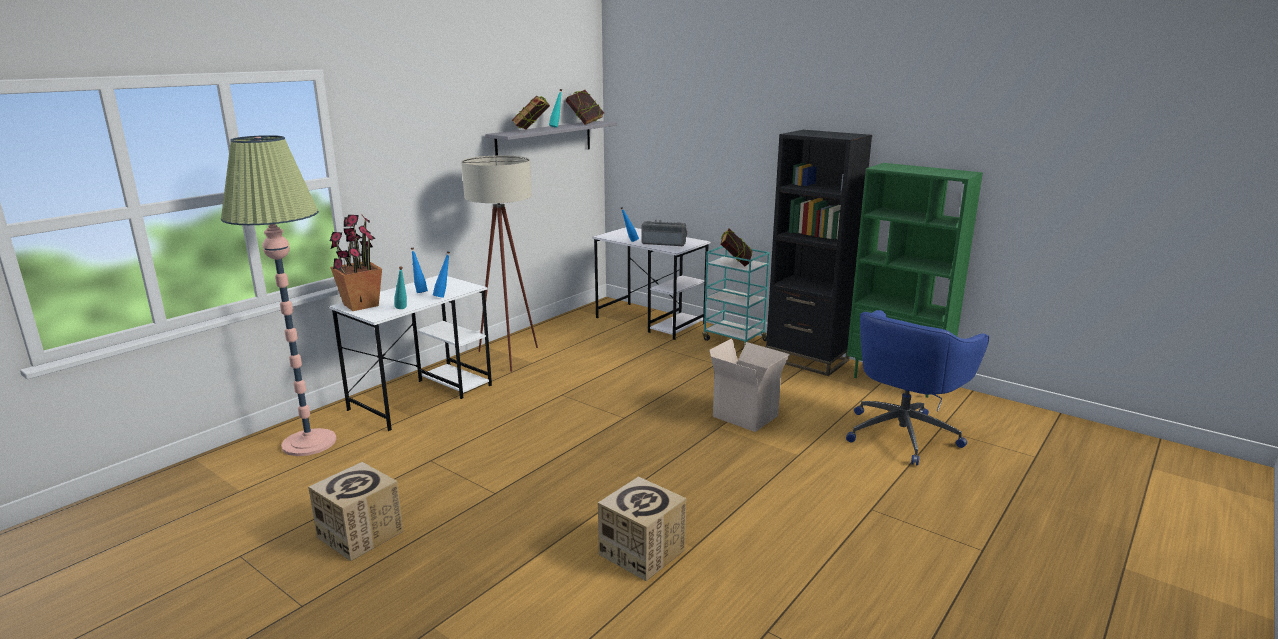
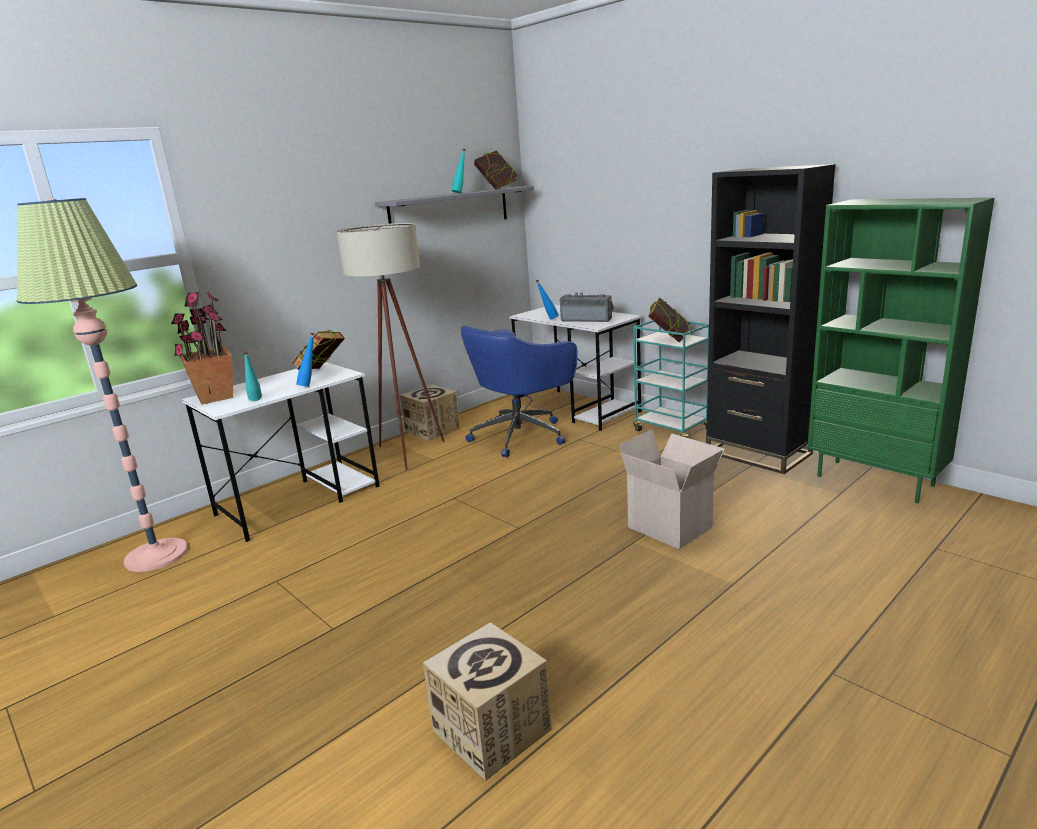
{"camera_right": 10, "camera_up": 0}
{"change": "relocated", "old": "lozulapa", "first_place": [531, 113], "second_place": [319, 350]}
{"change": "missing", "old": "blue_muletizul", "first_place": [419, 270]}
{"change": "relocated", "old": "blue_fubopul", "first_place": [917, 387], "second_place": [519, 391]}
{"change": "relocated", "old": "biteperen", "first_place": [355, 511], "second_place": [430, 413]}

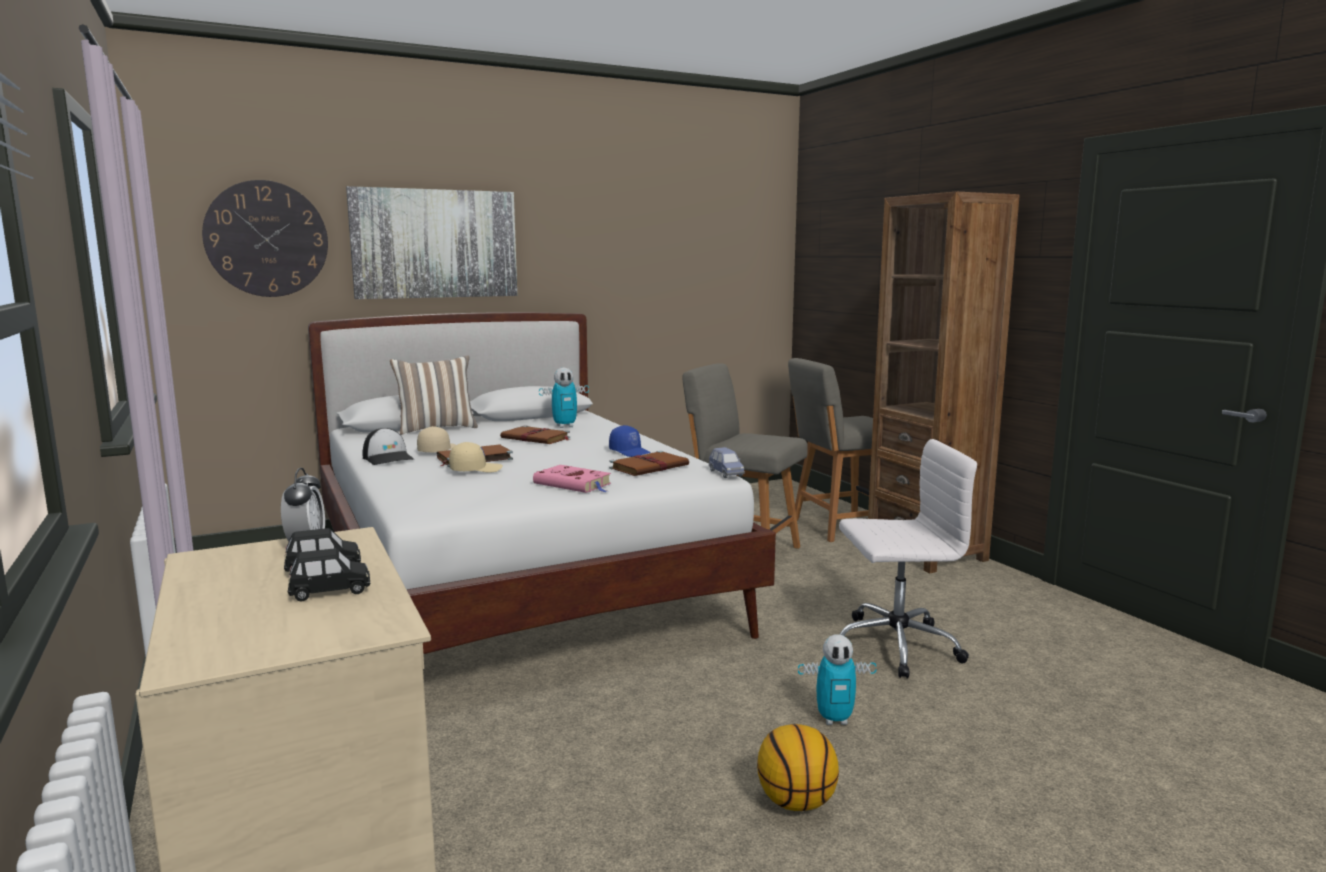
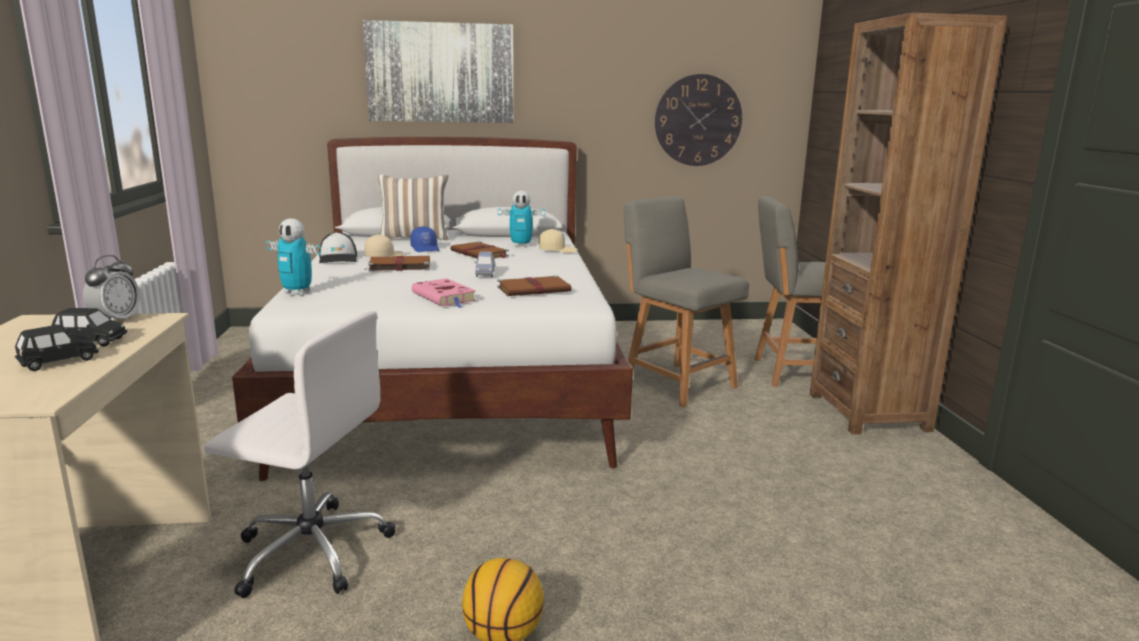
{"camera_right": 20, "camera_up": 5}
{"change": "relocated", "old": "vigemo", "first_place": [265, 238], "second_place": [698, 120]}
{"change": "relocated", "old": "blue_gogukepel", "first_place": [630, 441], "second_place": [425, 239]}
{"change": "relocated", "old": "white_fubopul", "first_place": [908, 559], "second_place": [299, 454]}
{"change": "relocated", "old": "beige_gogukepel", "first_place": [476, 457], "second_place": [558, 241]}
{"change": "relocated", "old": "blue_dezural", "first_place": [727, 462], "second_place": [484, 264]}
{"change": "spun", "old": "black_dezural", "first_place": [329, 574], "second_place": [56, 348], "degrees": -45}
{"change": "relocated", "old": "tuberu", "first_place": [837, 679], "second_place": [293, 256]}

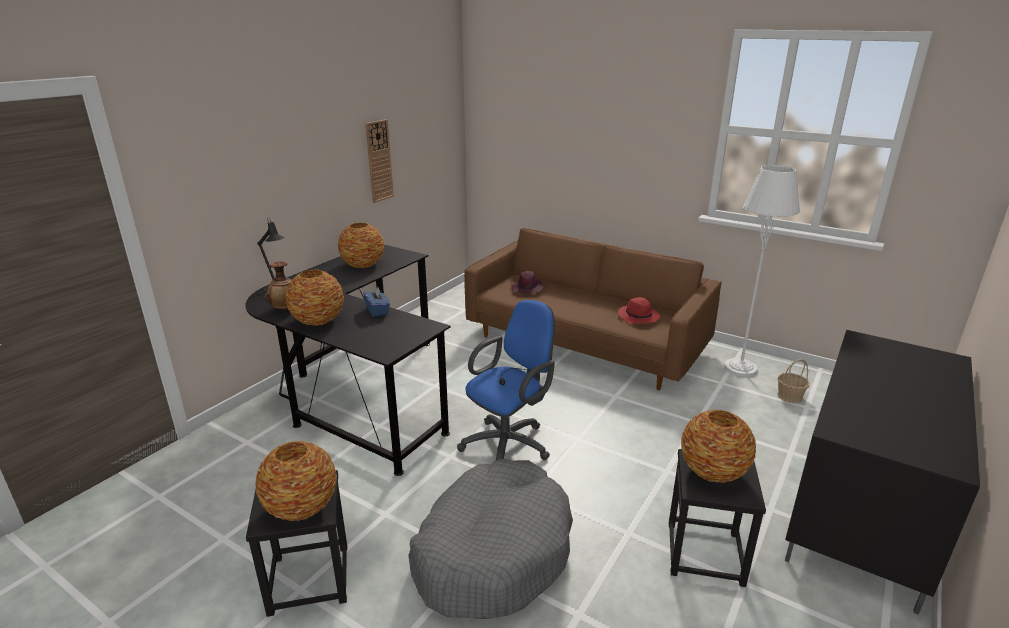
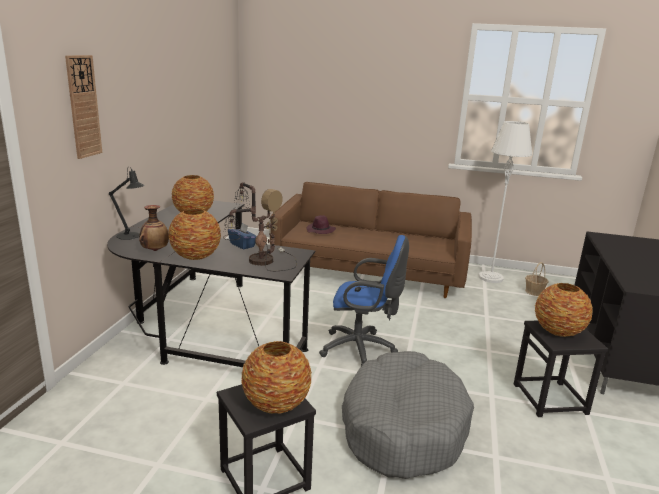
{"camera_right": -20, "camera_up": -5}
{"change": "relocated", "old": "vigemo", "first_place": [379, 161], "second_place": [83, 107]}
{"change": "missing", "old": "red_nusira", "first_place": [639, 310]}
{"change": "spun", "old": "blue_fubopul", "first_place": [506, 380], "second_place": [364, 300], "degrees": 75}
{"change": "appeared", "new": "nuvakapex", "second_place": [260, 226]}

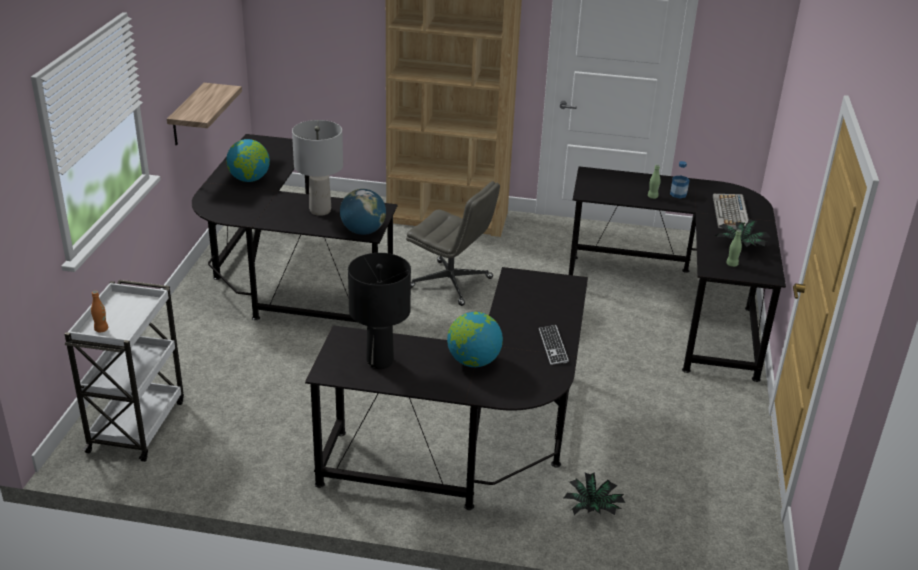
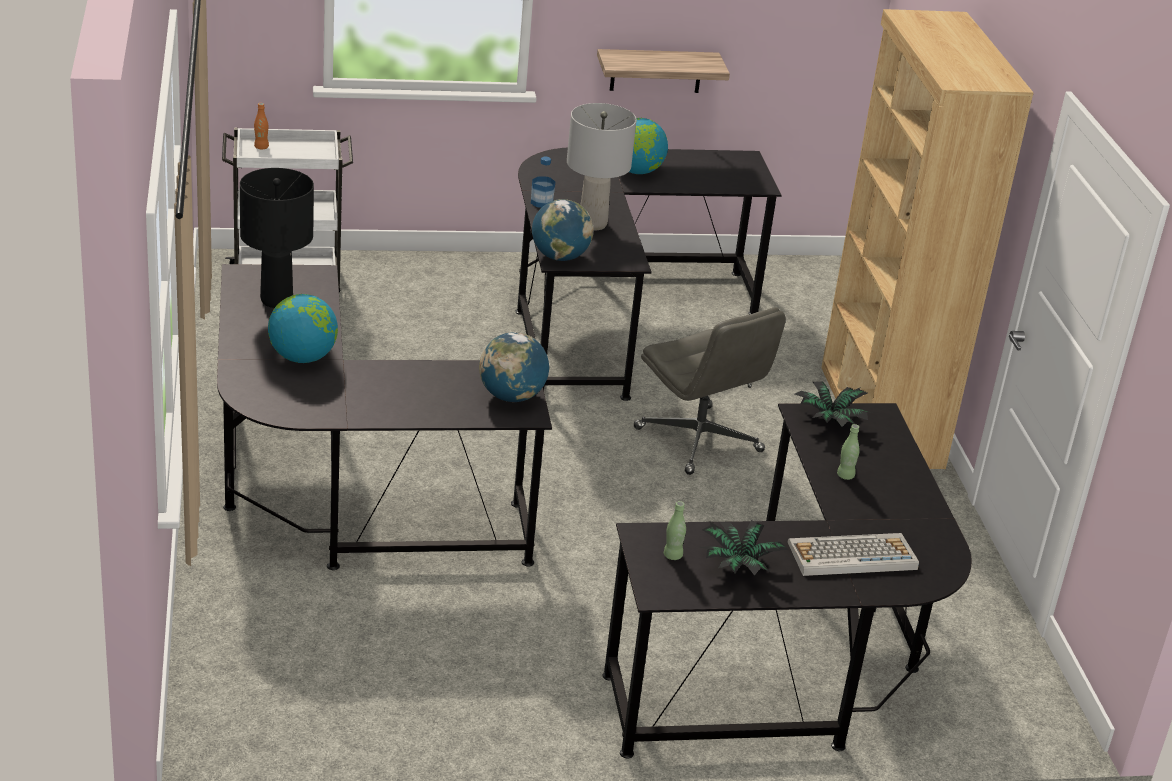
{"camera_right": 70, "camera_up": 0}
{"change": "relocated", "old": "muletizul", "first_place": [680, 179], "second_place": [543, 182]}
{"change": "spun", "old": "grey_fubopul", "first_place": [453, 243], "second_place": [710, 391], "degrees": -45}
{"change": "missing", "old": "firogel", "first_place": [554, 345]}
{"change": "relocated", "old": "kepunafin", "first_place": [595, 493], "second_place": [833, 404]}
{"change": "appeared", "new": "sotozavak", "second_place": [514, 367]}

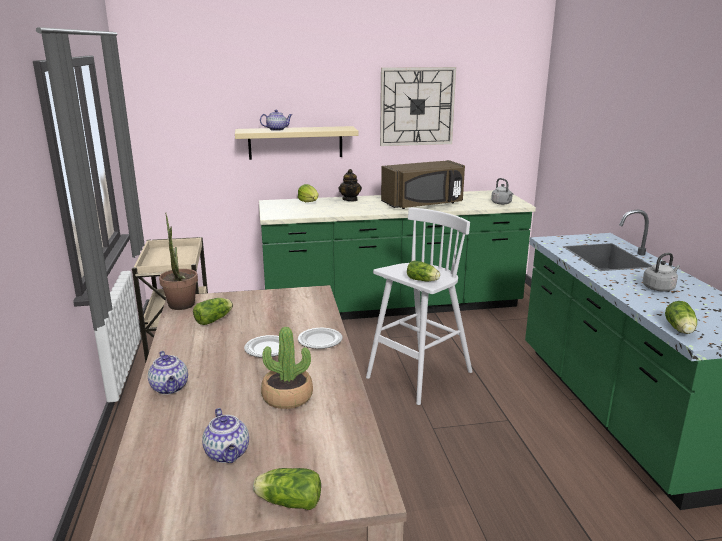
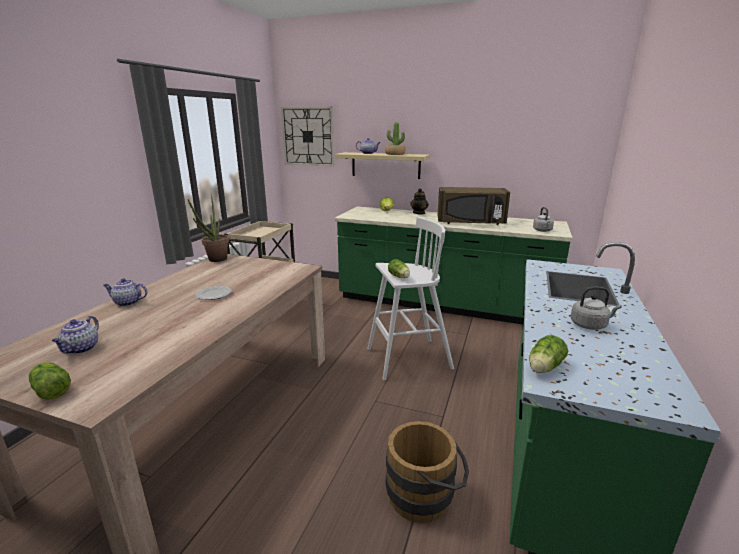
{"camera_right": 30, "camera_up": 0}
{"change": "relocated", "old": "vigemo", "first_place": [418, 106], "second_place": [308, 136]}
{"change": "missing", "old": "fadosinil", "first_place": [213, 311]}
{"change": "relocated", "old": "kepunafin", "first_place": [287, 368], "second_place": [395, 138]}
{"change": "missing", "old": "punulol", "first_place": [320, 338]}
{"change": "spun", "old": "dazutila", "first_place": [168, 373], "second_place": [125, 292], "degrees": 90}
{"change": "appeared", "new": "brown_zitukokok", "second_place": [427, 471]}

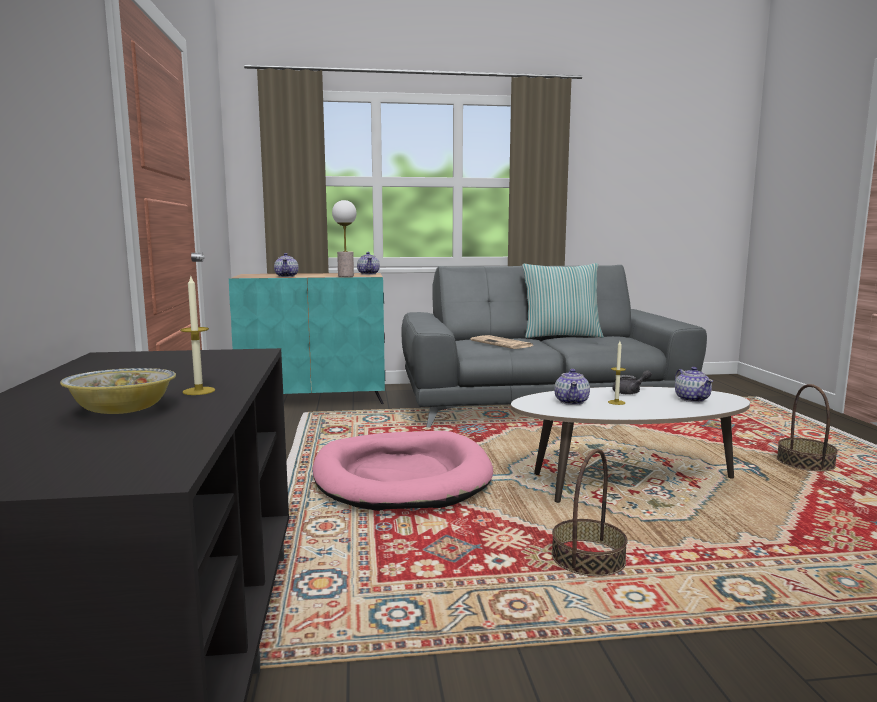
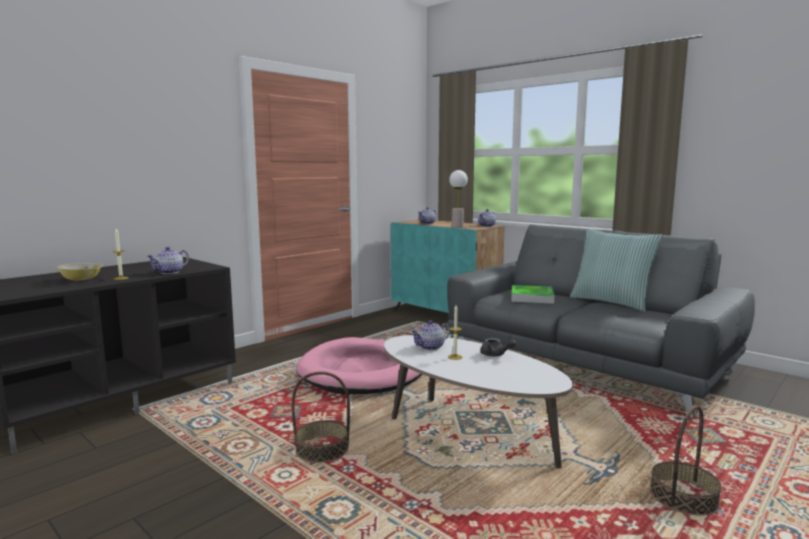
{"camera_right": 50, "camera_up": 0}
{"change": "exchanged", "old": "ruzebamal", "new": "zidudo", "first_place": [501, 342], "second_place": [532, 294]}
{"change": "relocated", "old": "dazutila", "first_place": [694, 384], "second_place": [168, 260]}

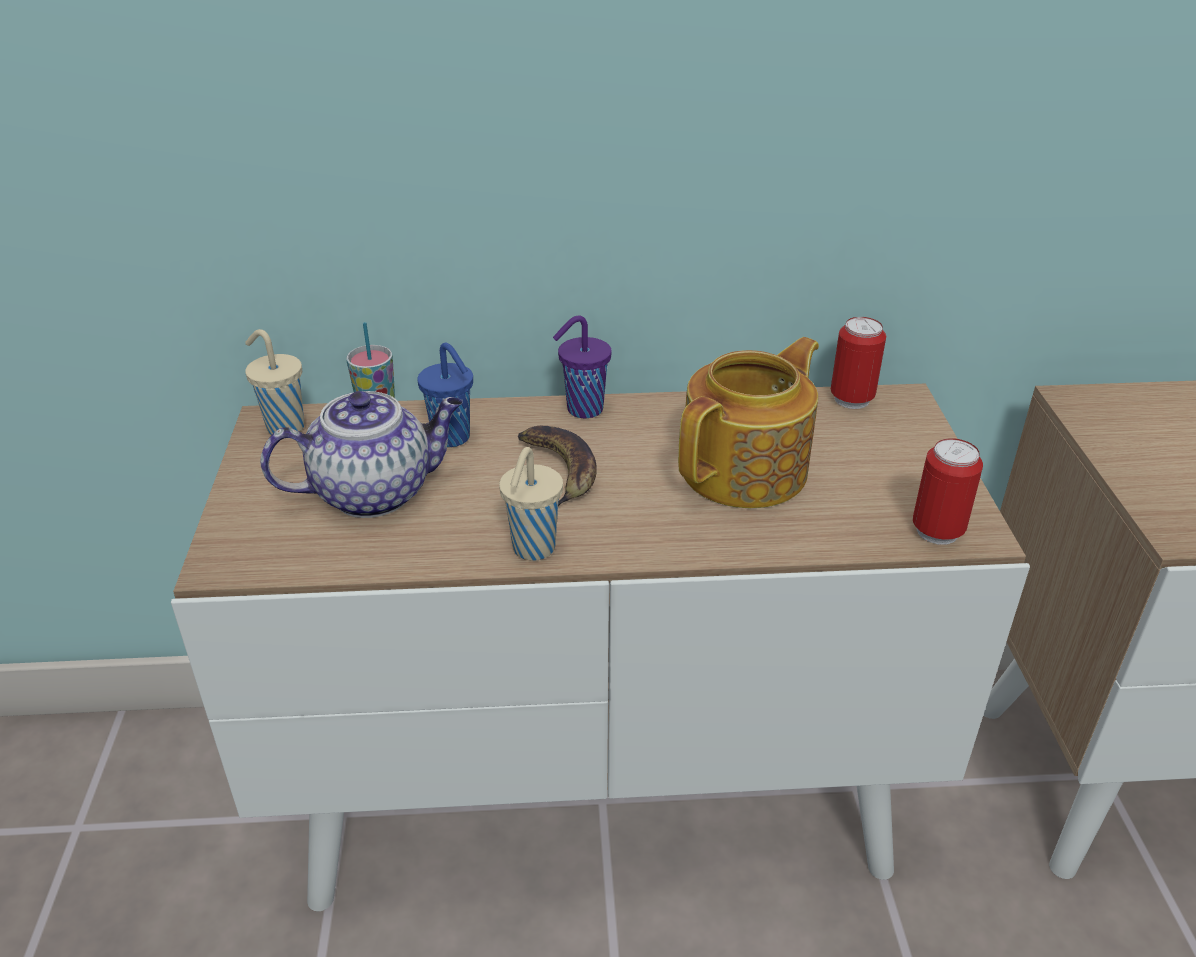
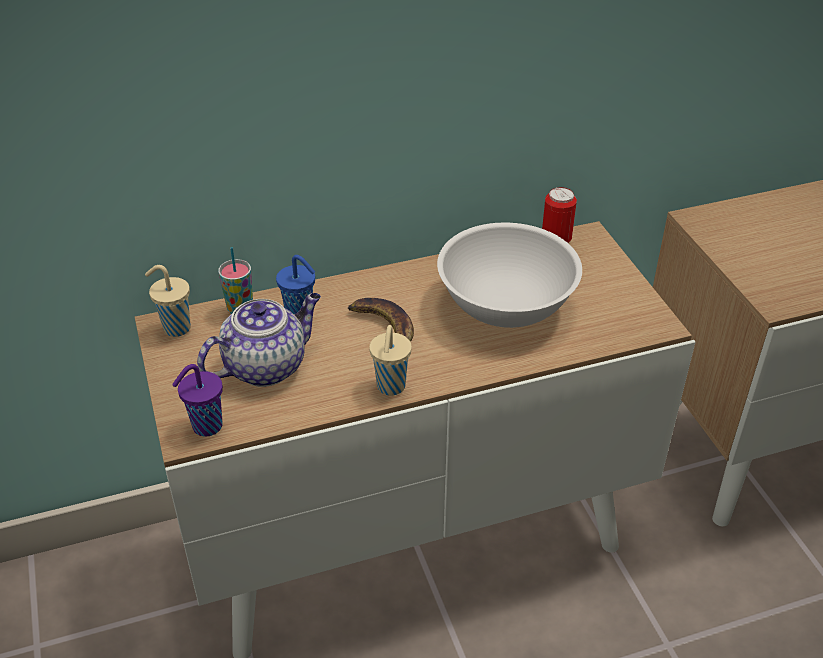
{"camera_right": -15, "camera_up": 5}
{"change": "relocated", "old": "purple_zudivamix", "first_place": [582, 367], "second_place": [197, 400]}
{"change": "exchanged", "old": "dazutila", "new": "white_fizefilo", "first_place": [748, 422], "second_place": [509, 275]}
{"change": "missing", "old": "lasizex", "first_place": [948, 491]}

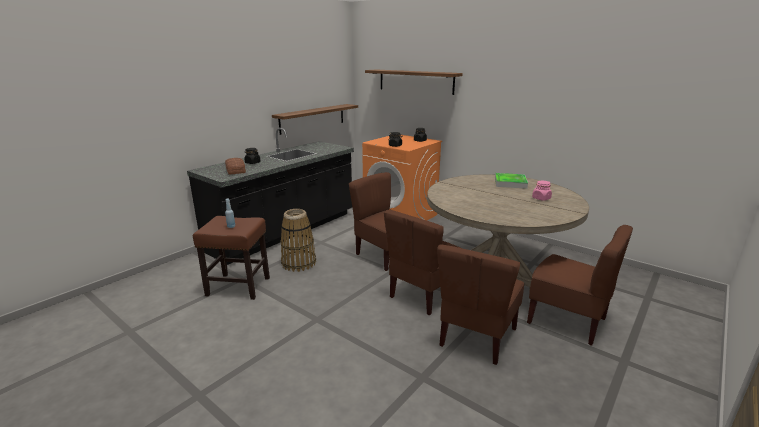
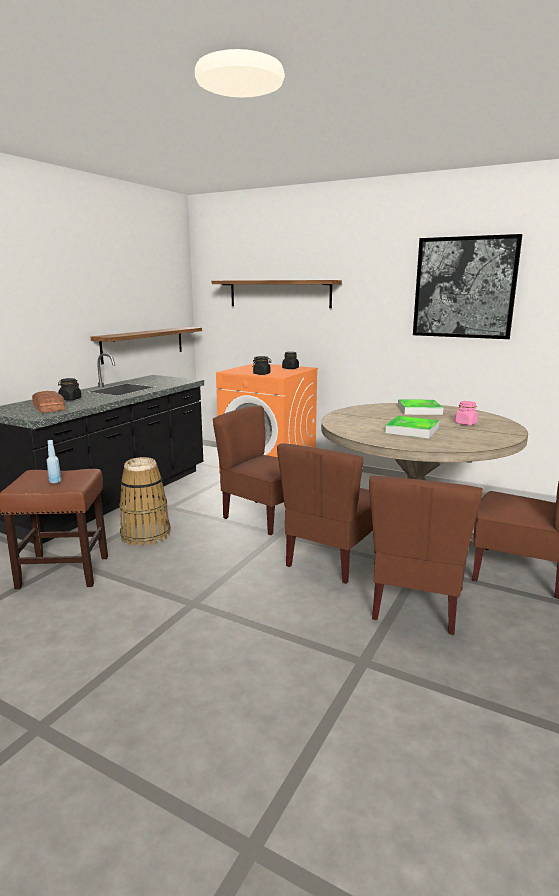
{"camera_right": -10, "camera_up": -5}
{"change": "appeared", "new": "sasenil", "second_place": [467, 286]}
{"change": "appeared", "new": "zidudo", "second_place": [412, 427]}

